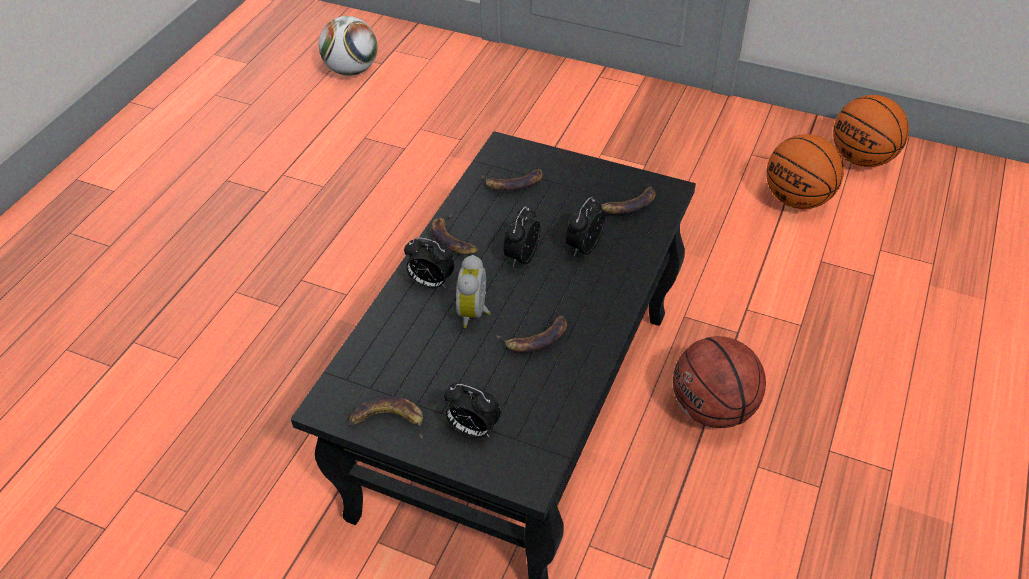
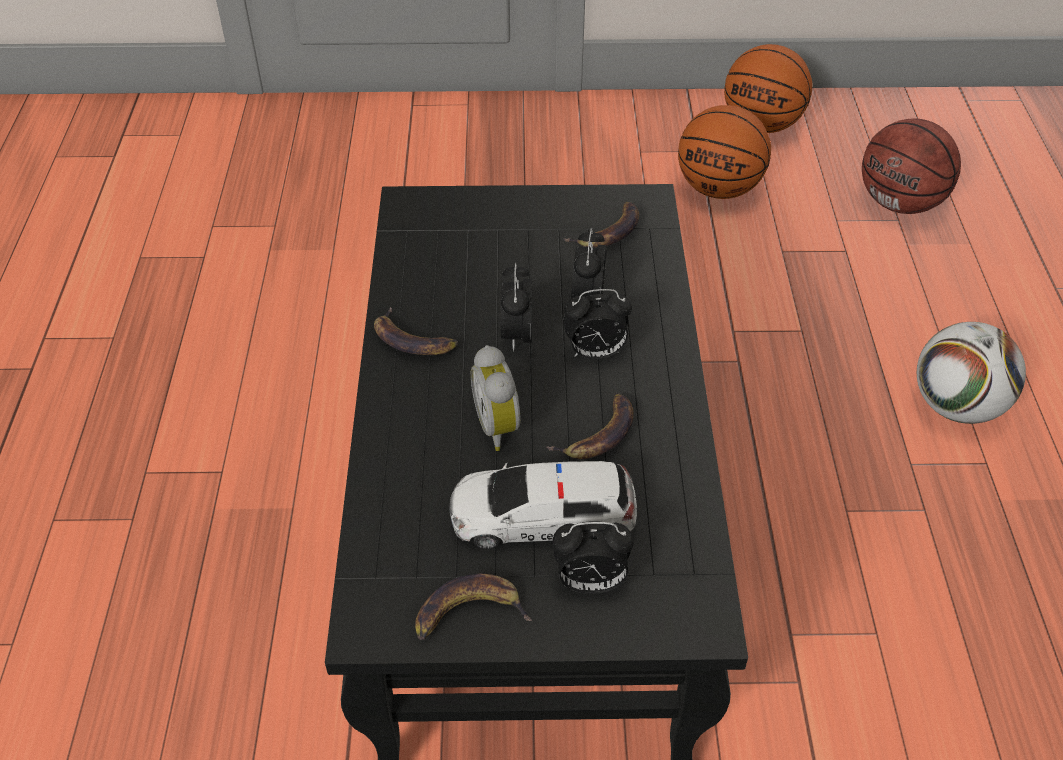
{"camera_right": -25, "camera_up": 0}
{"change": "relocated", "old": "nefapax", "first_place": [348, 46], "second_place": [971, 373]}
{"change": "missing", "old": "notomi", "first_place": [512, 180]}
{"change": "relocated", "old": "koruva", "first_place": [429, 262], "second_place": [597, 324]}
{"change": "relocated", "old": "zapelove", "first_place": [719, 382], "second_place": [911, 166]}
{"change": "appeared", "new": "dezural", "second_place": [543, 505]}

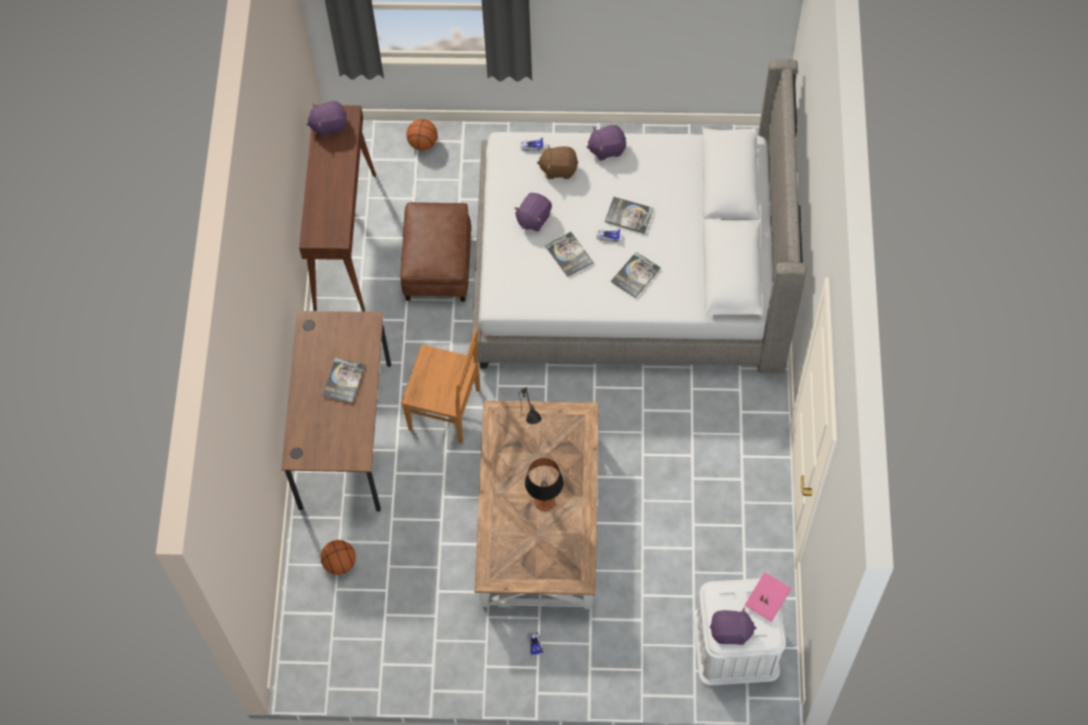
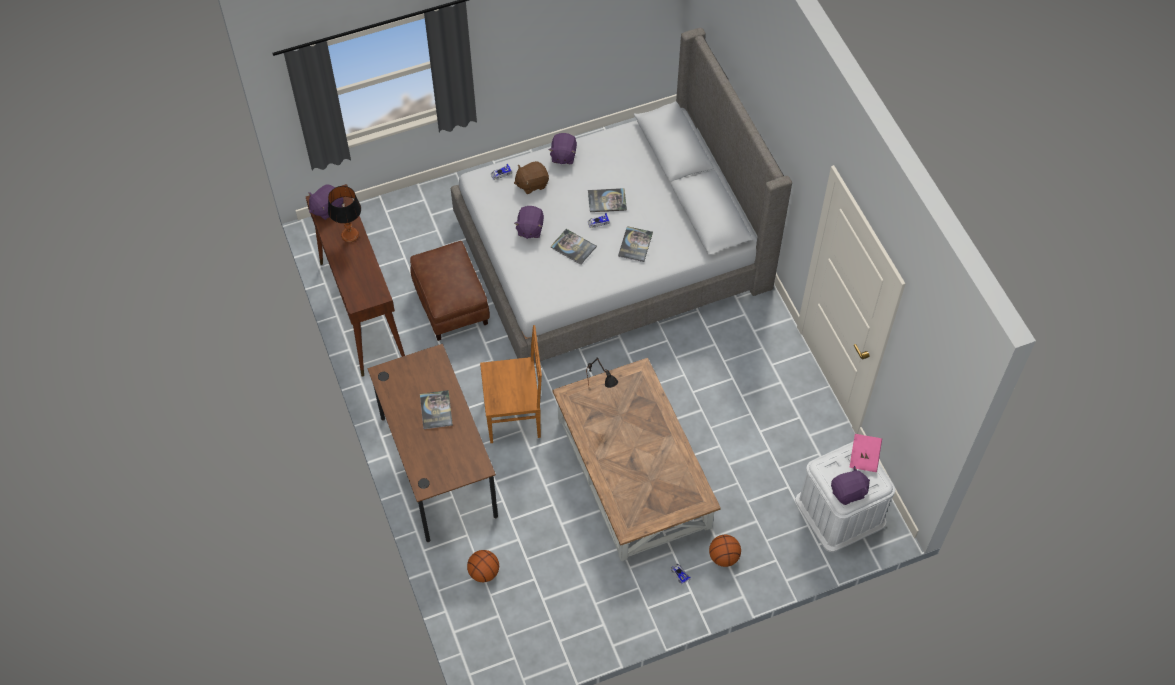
{"camera_right": -25, "camera_up": -5}
{"change": "relocated", "old": "zapelove", "first_place": [422, 135], "second_place": [725, 551]}
{"change": "spun", "old": "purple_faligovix", "first_place": [606, 143], "second_place": [563, 148], "degrees": -45}
{"change": "relocated", "old": "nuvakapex", "first_place": [544, 484], "second_place": [344, 214]}

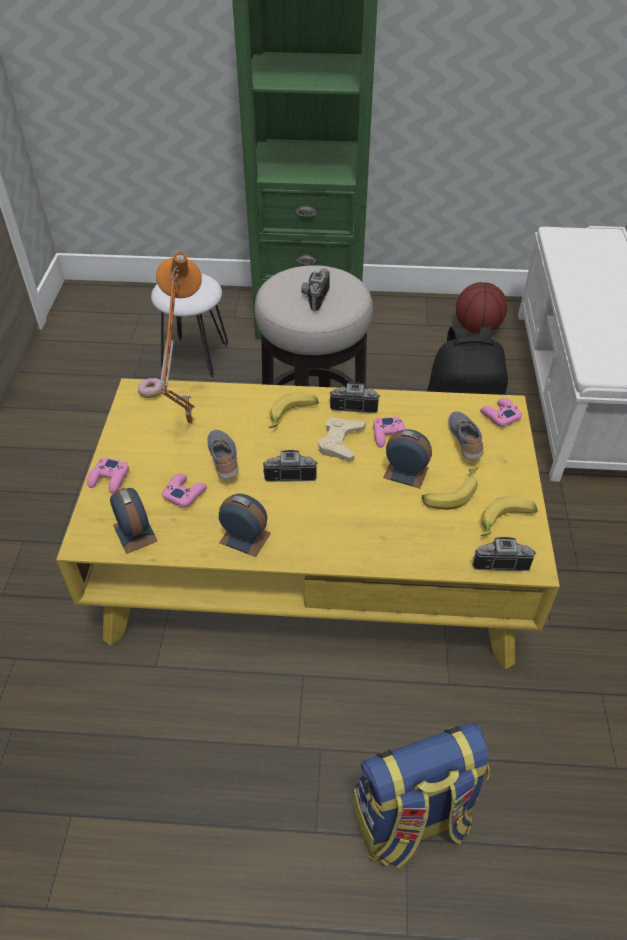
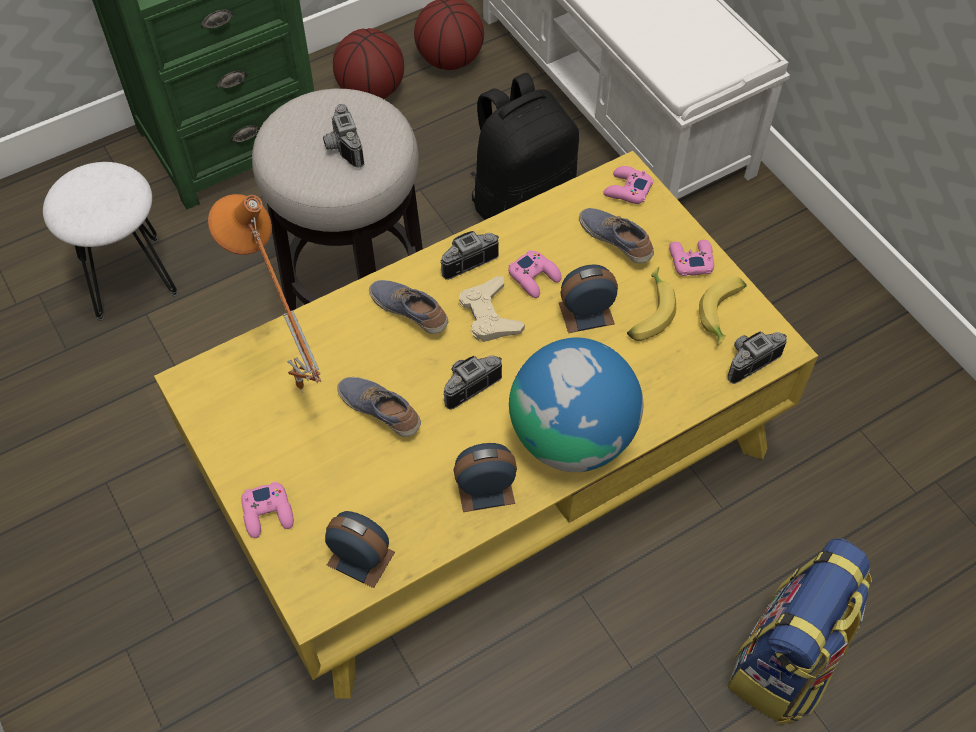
{"camera_right": -35, "camera_up": 10}
{"change": "missing", "old": "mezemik", "first_place": [151, 388]}
{"change": "exchanged", "old": "notomi", "new": "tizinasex", "first_place": [294, 410], "second_place": [408, 307]}
{"change": "relocated", "old": "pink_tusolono", "first_place": [184, 491], "second_place": [691, 258]}
{"change": "appeared", "new": "zapelove", "second_place": [368, 63]}
{"change": "appeared", "new": "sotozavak", "second_place": [576, 405]}

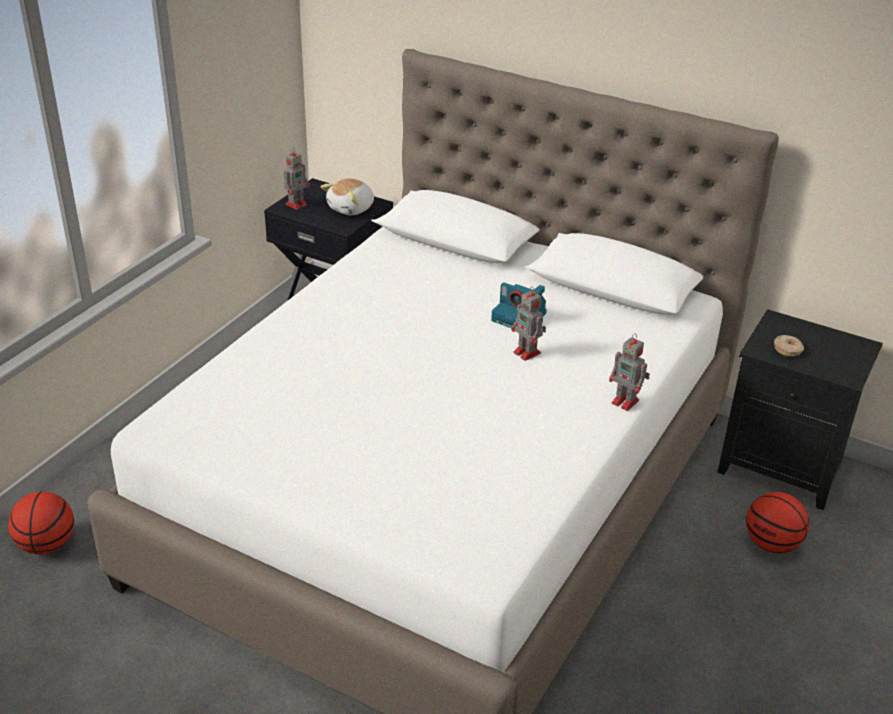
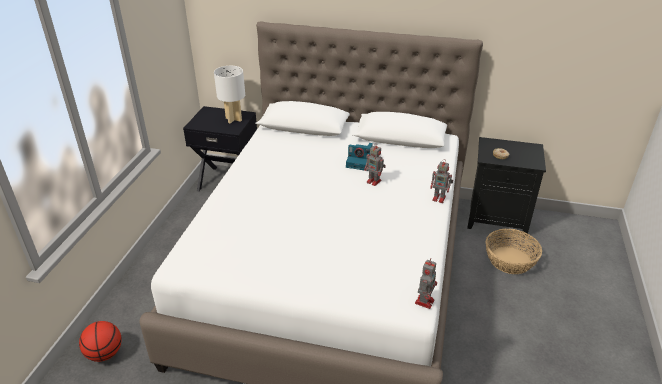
{"camera_right": -15, "camera_up": 0}
{"change": "relocated", "old": "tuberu", "first_place": [296, 179], "second_place": [426, 283]}
{"change": "exchanged", "old": "faligovix", "new": "white_nuvakapex", "first_place": [347, 196], "second_place": [229, 95]}
{"change": "exchanged", "old": "zapelove", "new": "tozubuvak", "first_place": [777, 522], "second_place": [514, 251]}

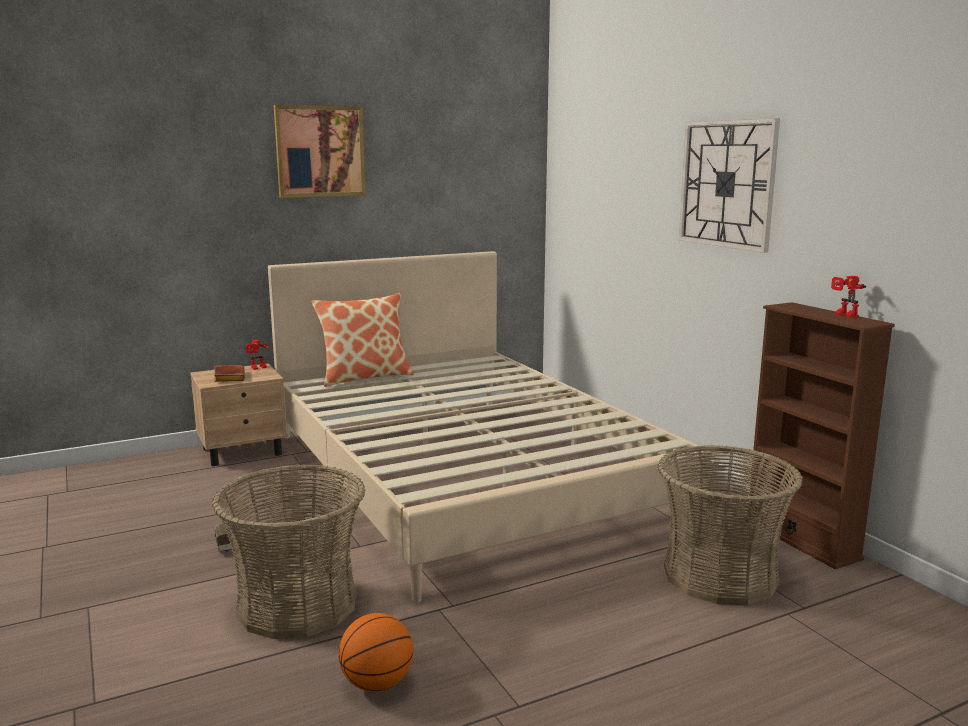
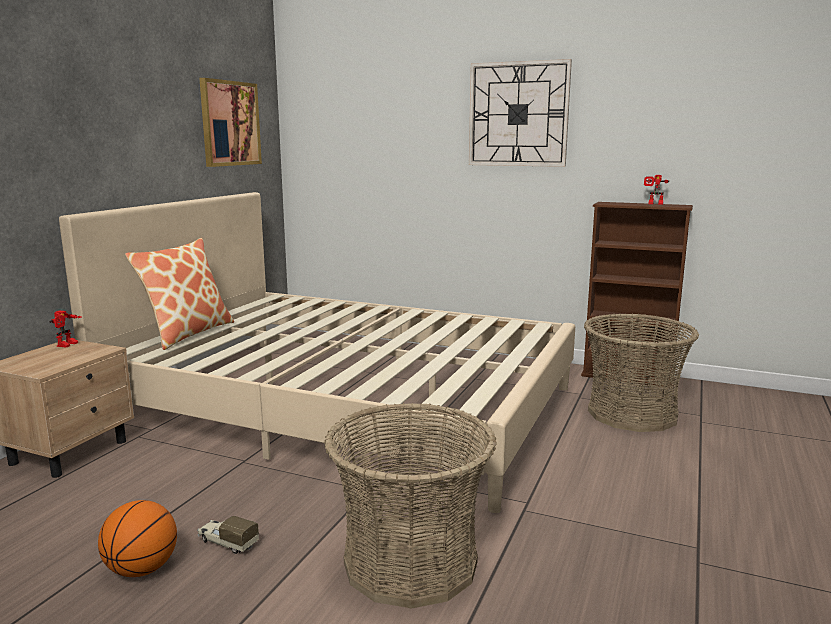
{"camera_right": -40, "camera_up": 0}
{"change": "relocated", "old": "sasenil", "first_place": [320, 151], "second_place": [230, 122]}
{"change": "missing", "old": "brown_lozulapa", "first_place": [229, 373]}
{"change": "relocated", "old": "zapelove", "first_place": [375, 652], "second_place": [137, 538]}

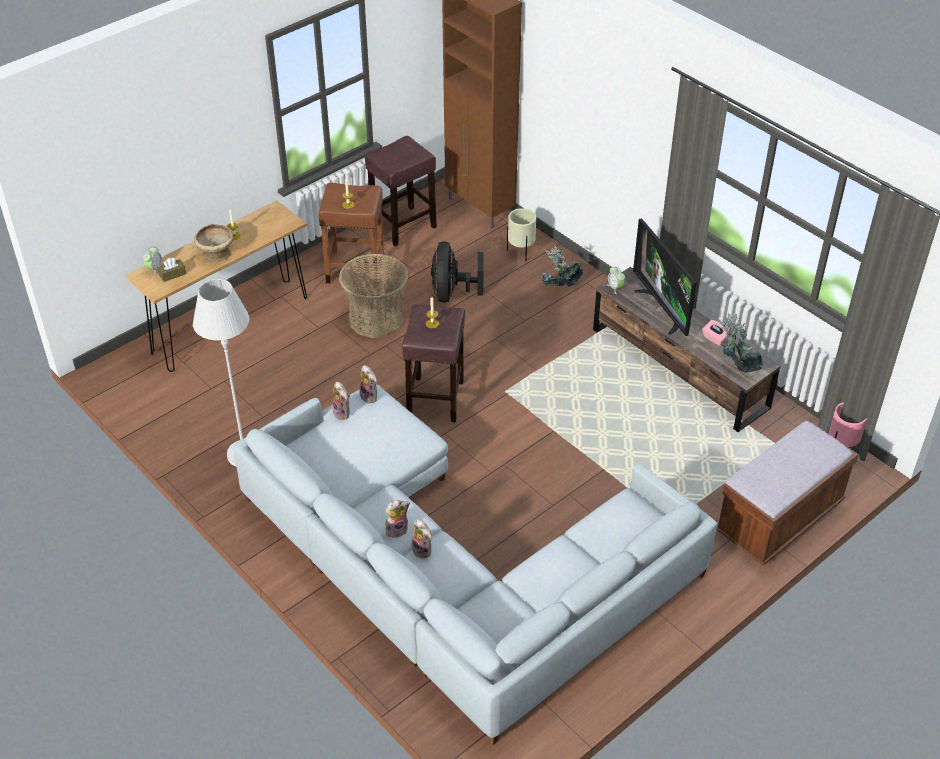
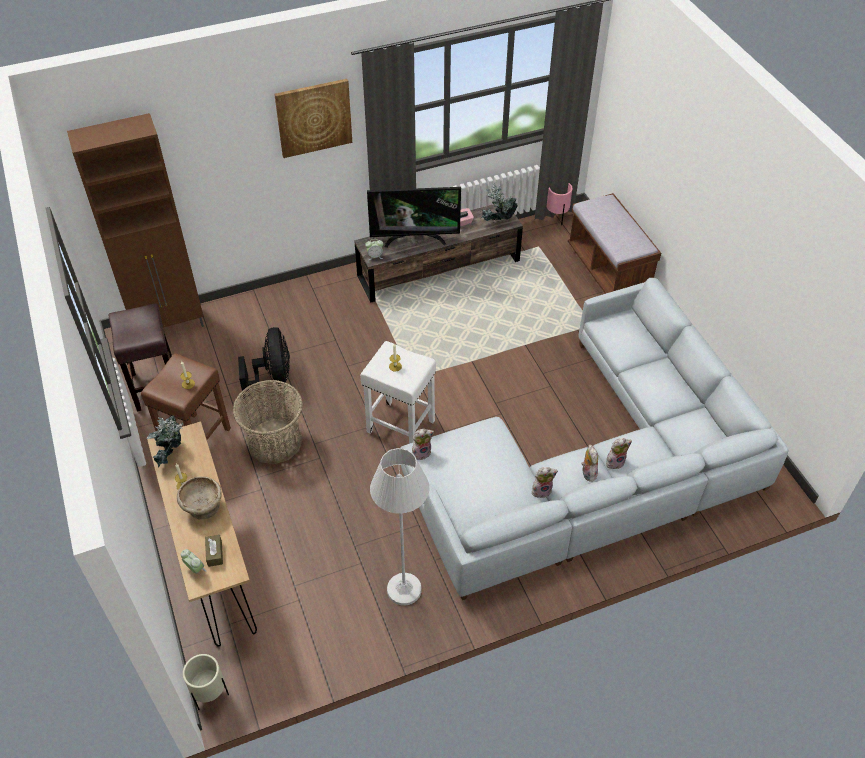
{"camera_right": -70, "camera_up": 5}
{"change": "relocated", "old": "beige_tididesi", "first_place": [521, 234], "second_place": [206, 682]}
{"change": "spun", "old": "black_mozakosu", "first_place": [457, 272], "second_place": [264, 362], "degrees": -120}
{"change": "relocated", "old": "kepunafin", "first_place": [562, 266], "second_place": [164, 441]}
{"change": "colour", "old": "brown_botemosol", "new": "white_botemosol", "first_place": [433, 363], "second_place": [398, 392]}
{"change": "relocated", "old": "faligovix", "first_place": [341, 400], "second_place": [545, 482]}
{"change": "appeared", "new": "sasenil", "second_place": [313, 118]}

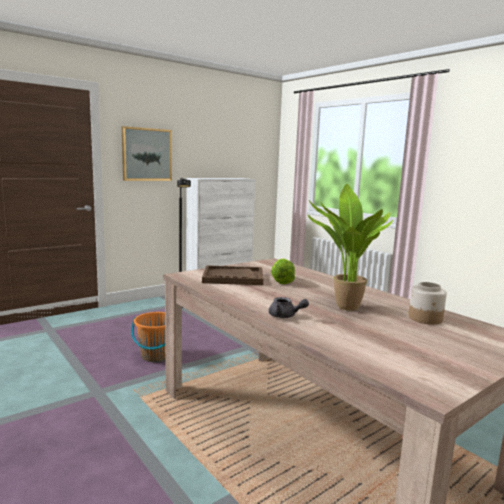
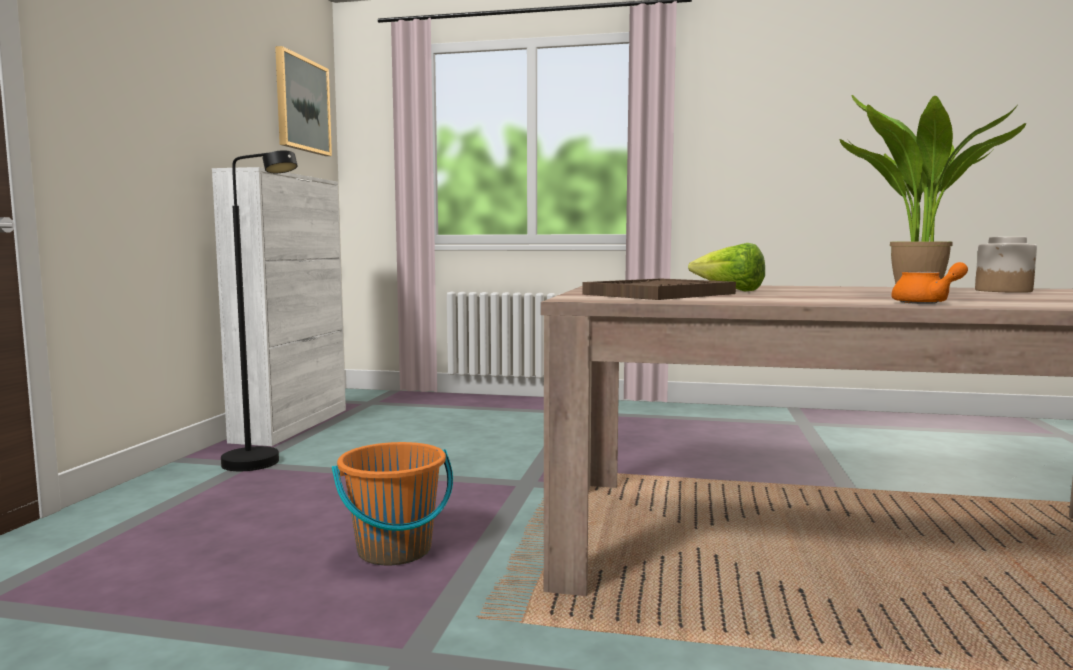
{"camera_right": -40, "camera_up": -5}
{"change": "relocated", "old": "sasenil", "first_place": [147, 153], "second_place": [303, 101]}
{"change": "colour", "old": "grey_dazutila", "new": "orange_dazutila", "first_place": [289, 307], "second_place": [929, 283]}

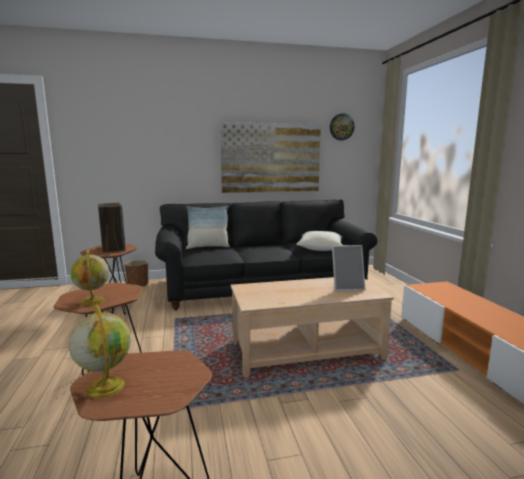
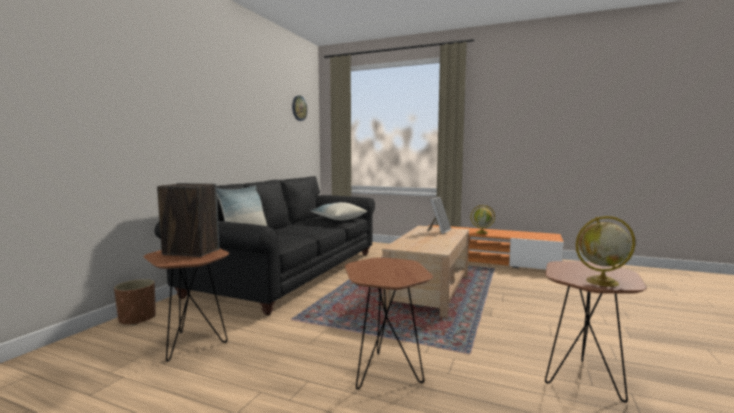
{"camera_right": -55, "camera_up": -5}
{"change": "missing", "old": "sasenil", "first_place": [270, 157]}
{"change": "relocated", "old": "sotozavak", "first_place": [89, 278], "second_place": [482, 219]}

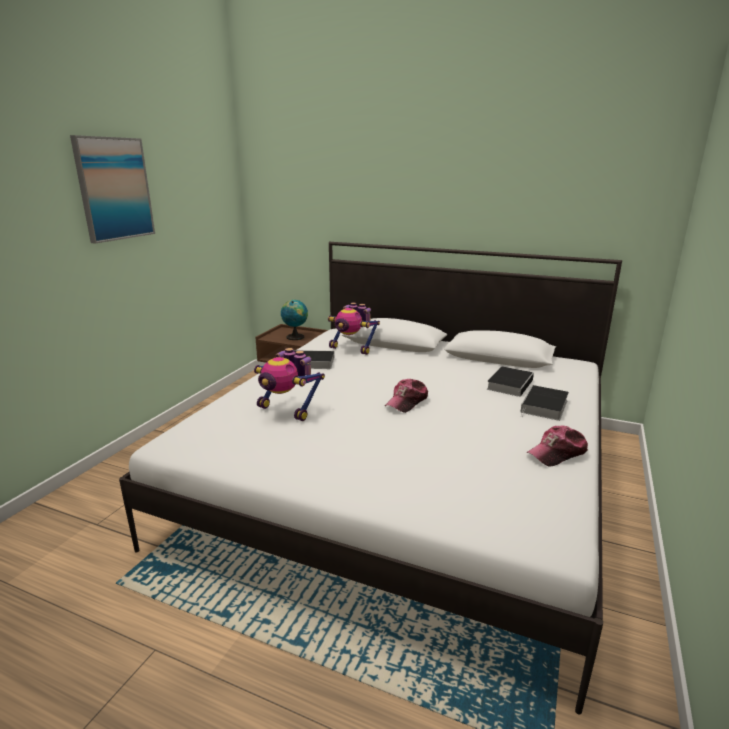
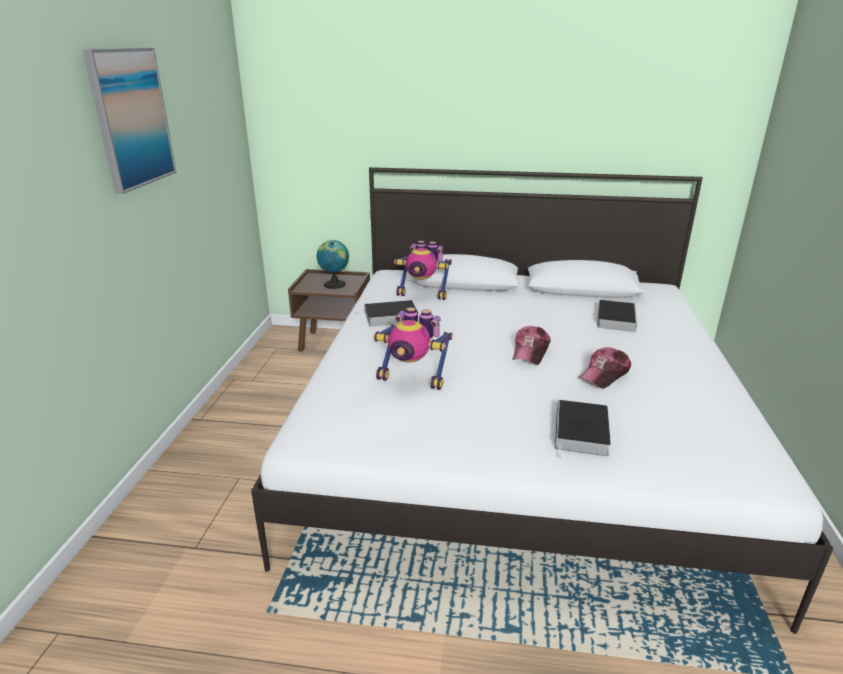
{"camera_right": -15, "camera_up": 5}
{"change": "relocated", "old": "lozulapa", "first_place": [545, 403], "second_place": [583, 429]}
{"change": "relocated", "old": "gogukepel", "first_place": [557, 446], "second_place": [605, 368]}

